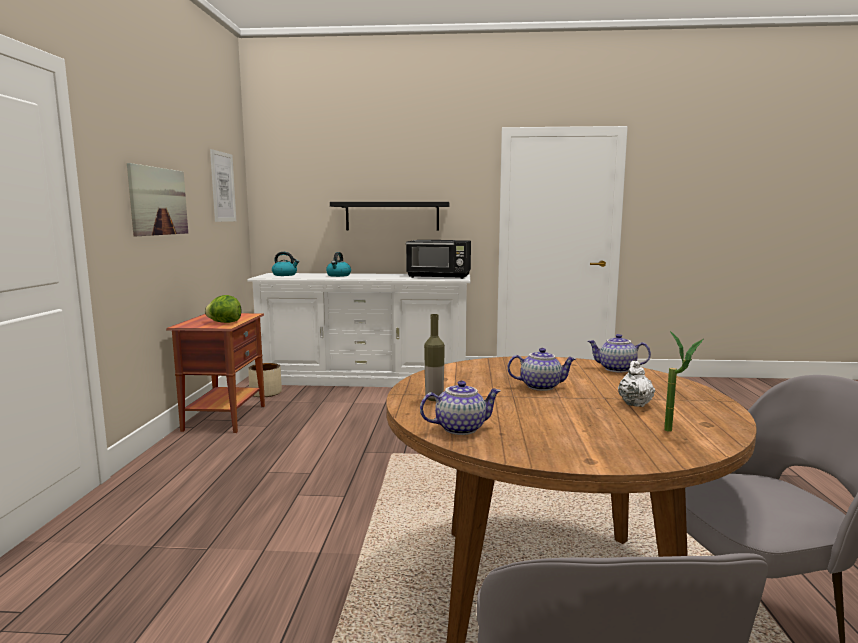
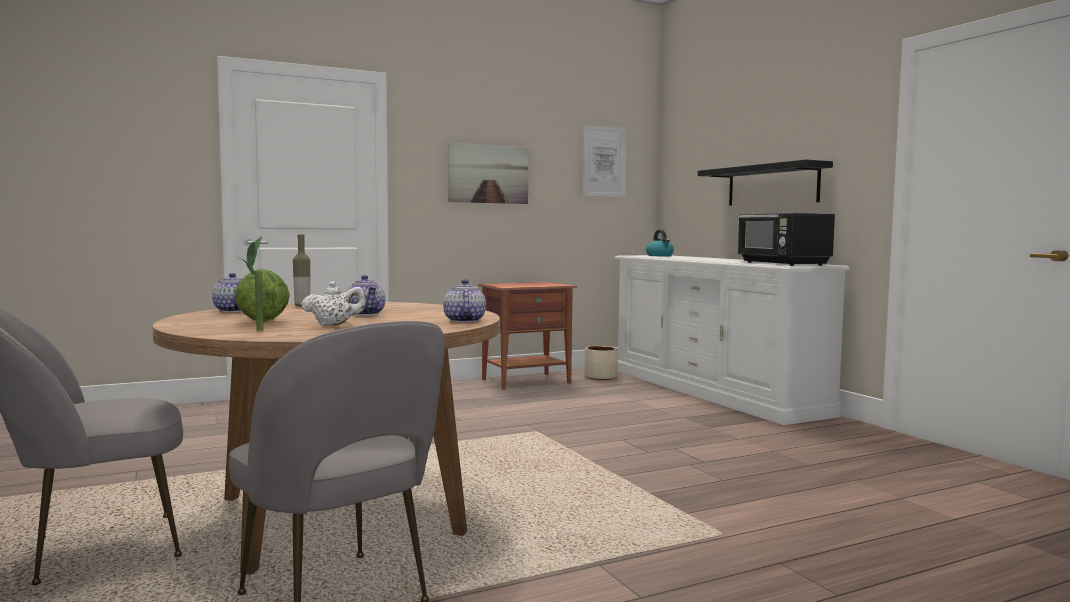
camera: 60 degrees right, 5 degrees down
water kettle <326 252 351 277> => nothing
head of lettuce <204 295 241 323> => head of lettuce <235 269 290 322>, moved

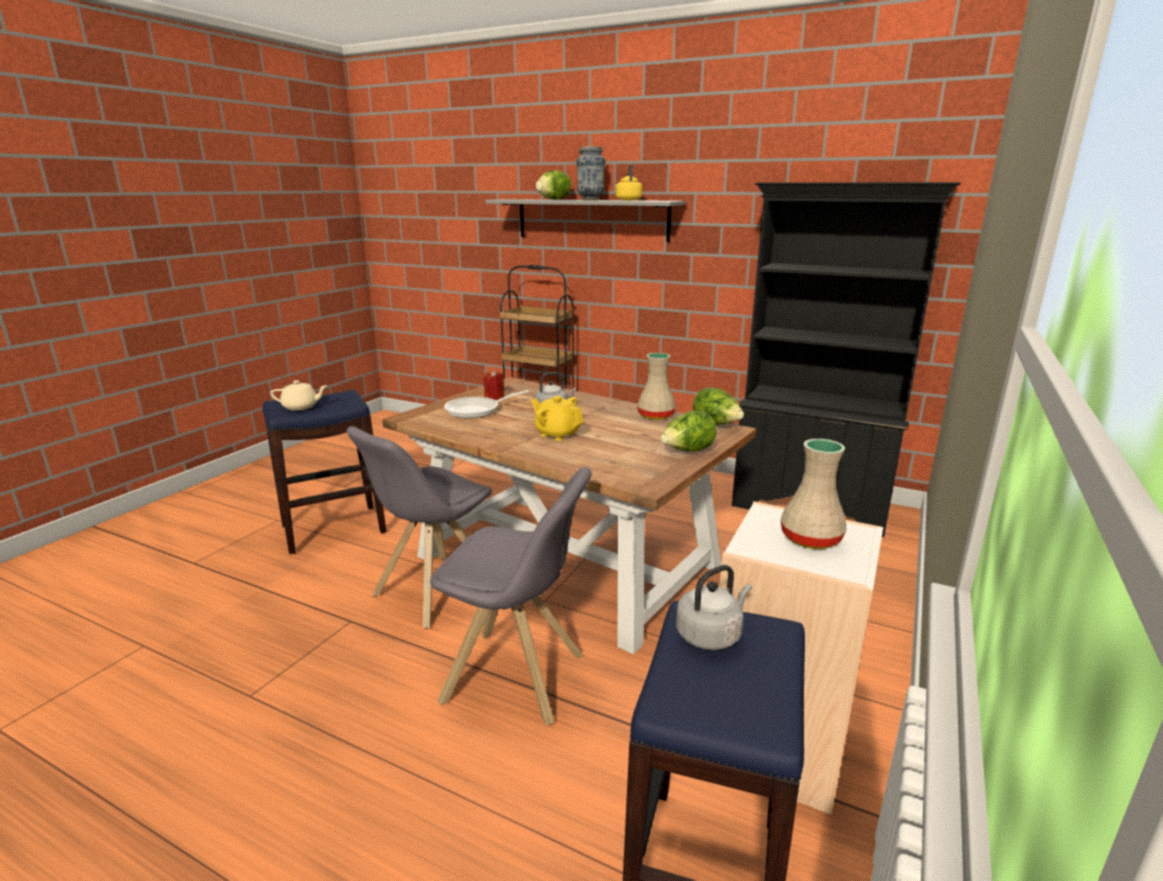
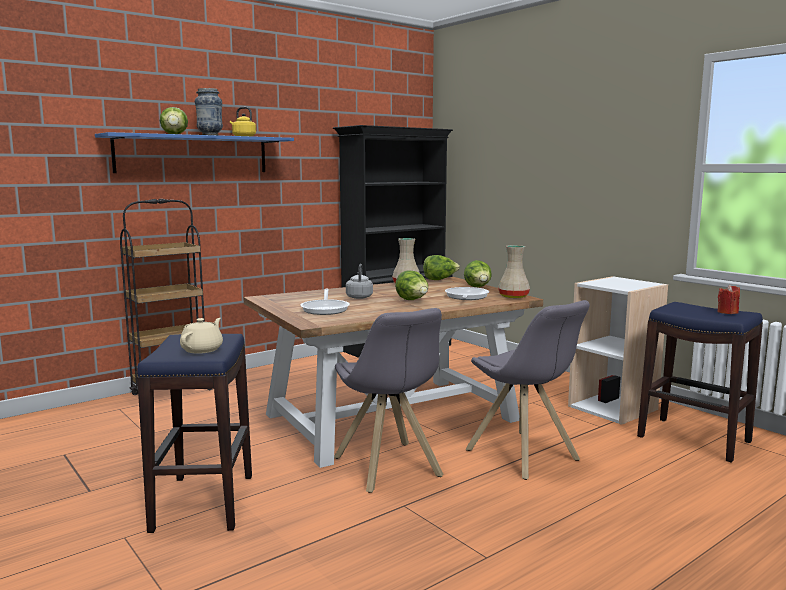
camera: 65 degrees left, 10 degrees down
bracket shelf in grey <485 199 686 242> => bracket shelf in blue <95 132 294 173>
wax candle in reddish <483 370 504 400> => wax candle in reddish <717 285 740 314>, moved
pot for tea in yellow-coloured <531 396 583 441> => head of lettuce <395 270 428 300>
decorative vase in beige-coloured <781 439 846 549> => decorative vase in beige-coloured <498 245 530 298>, moved
upright chair in grey <430 467 591 726> => upright chair in grey <466 300 590 480>, 105 degrees clockwise
water kettle in grey <676 565 752 650> => nothing
nothing => skillet <445 287 489 300>

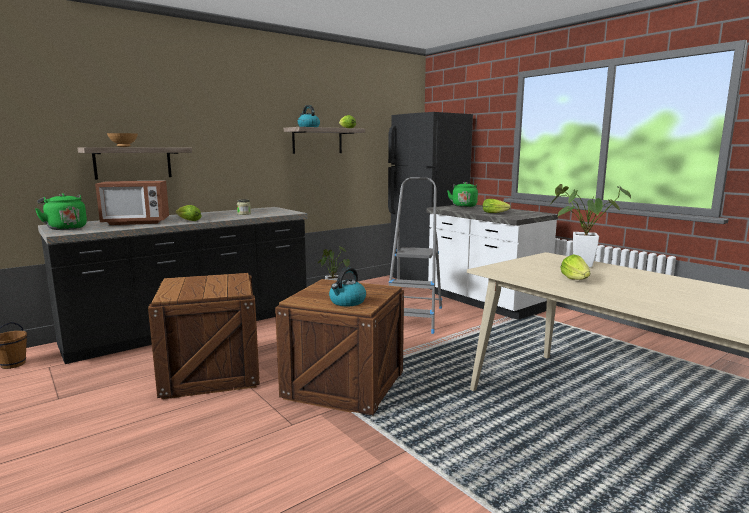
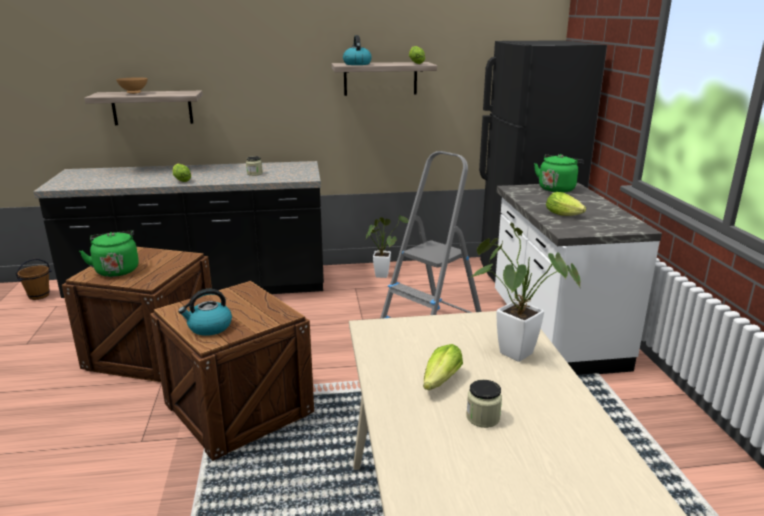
camera: 30 degrees right, 10 degrees up
microwave oven <95 180 169 225> => nothing
water kettle in green-coloured <35 193 87 230> => water kettle in green-coloured <79 230 139 277>, moved
nothing => jar <466 380 502 428>

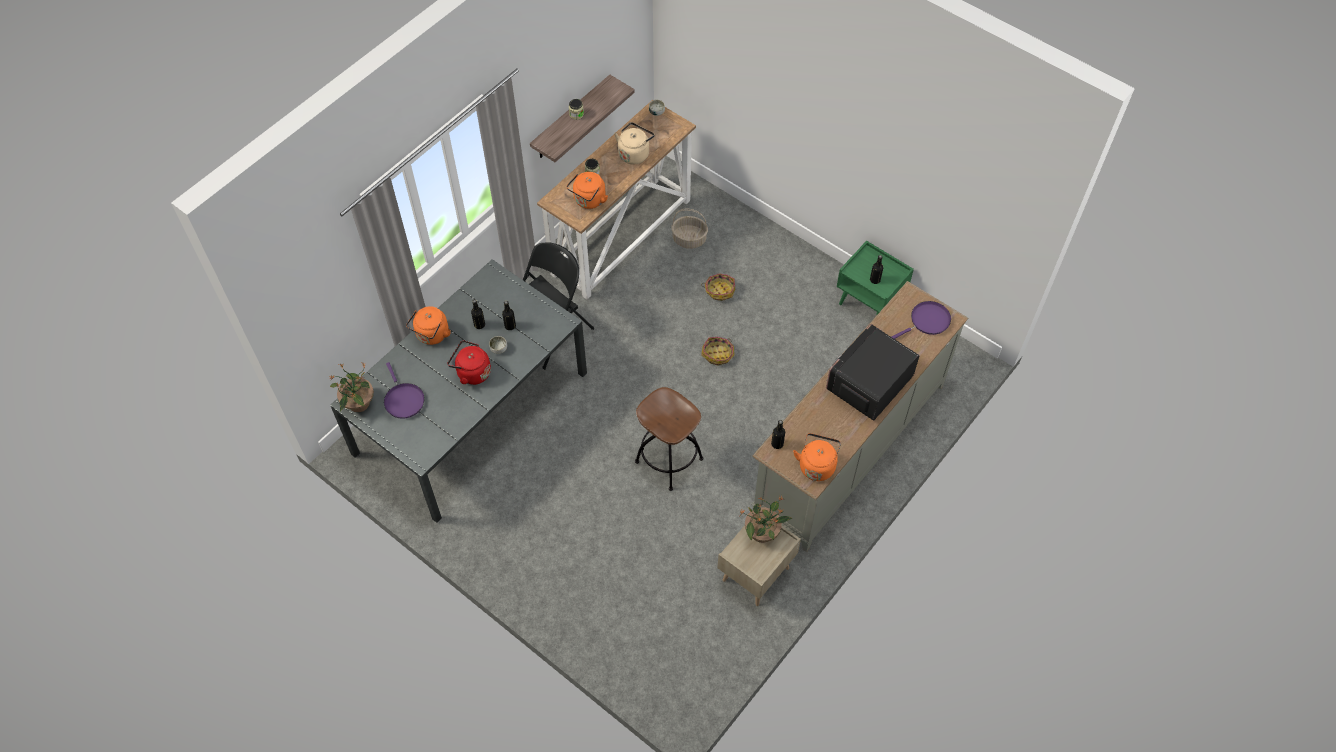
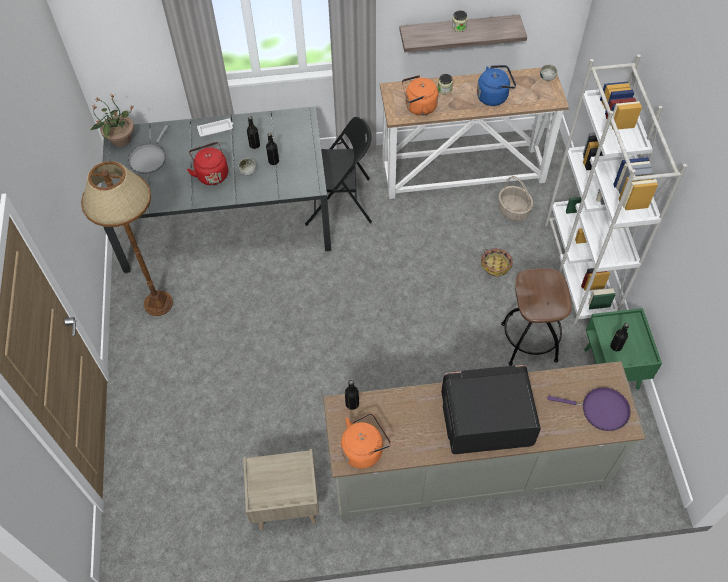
camera: 45 degrees right, 0 degrees up
water kettle in beige-coloured <614 122 655 165> => water kettle in blue <477 65 516 106>
water kettle in orange-coloured <406 306 451 345> => carrying tray in white-coloured <197 119 233 137>
storage basket <701 337 734 366> => nothing
skillet in purple <384 362 425 419> => skillet in grey <128 125 168 174>
stool in brown <635 387 703 491> => stool in brown <501 268 572 366>, moved
plant in a pot <739 495 792 543> => nothing
nothing => shelving unit in white-coloured <545 54 687 325>
nothing => standing lamp in brown <81 161 173 316>

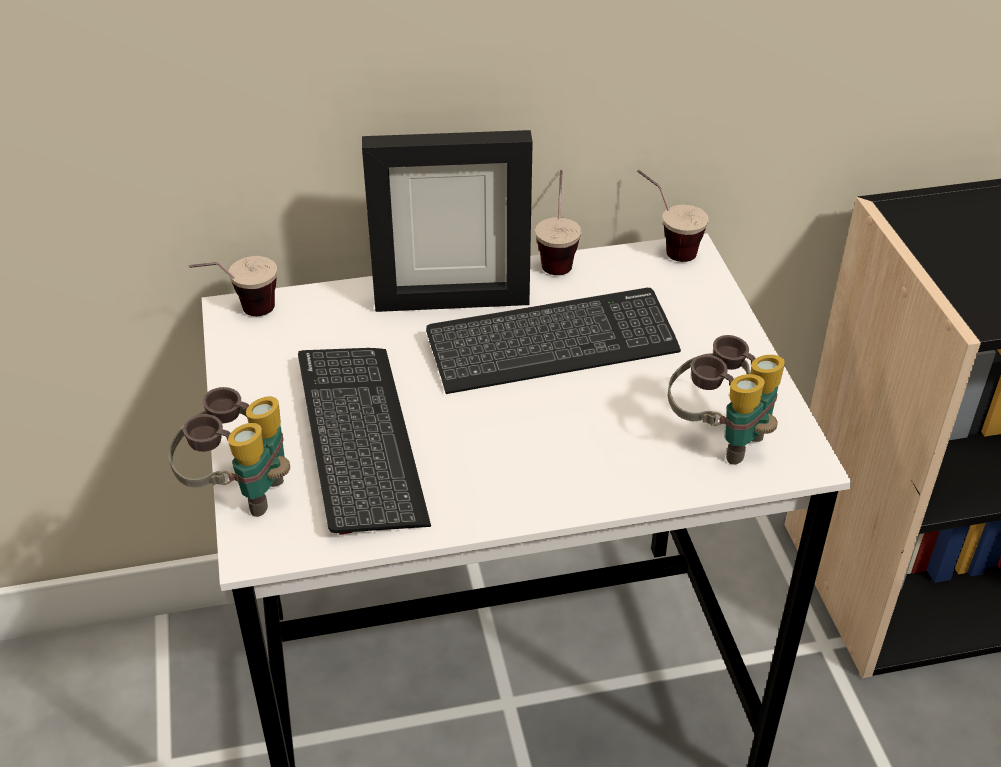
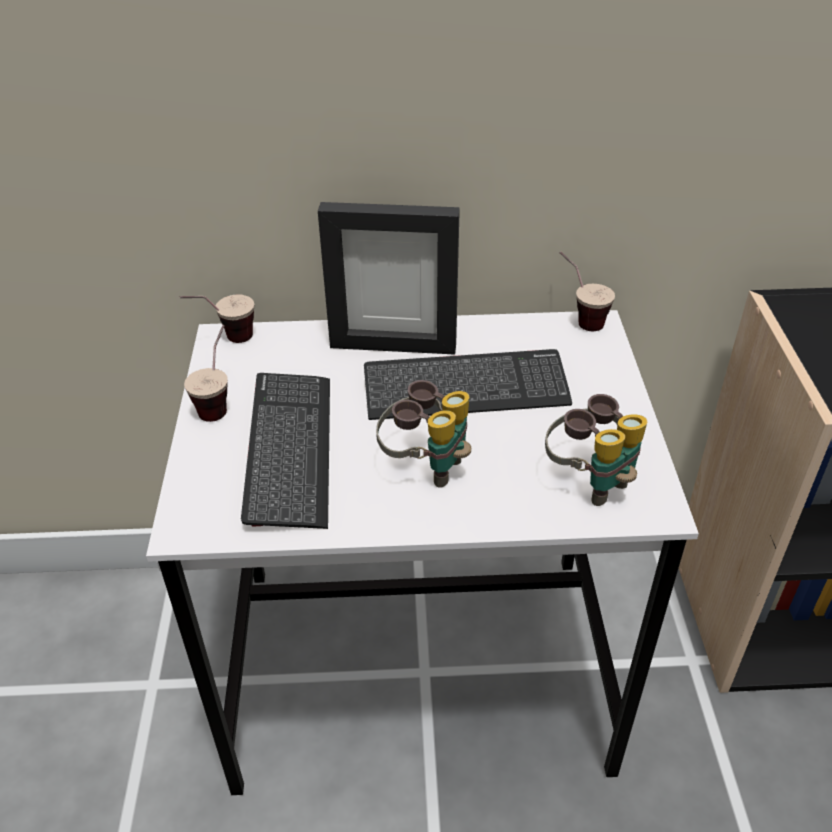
camera: 10 degrees right, 0 degrees up
drinking cup <535 170 581 275> => drinking cup <184 325 228 422>, moved
pair of binoculars <169 387 290 517> => pair of binoculars <376 380 471 488>, moved

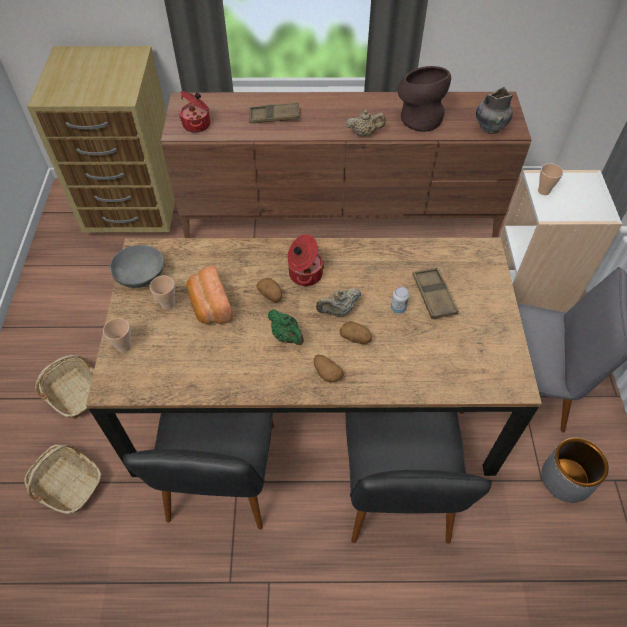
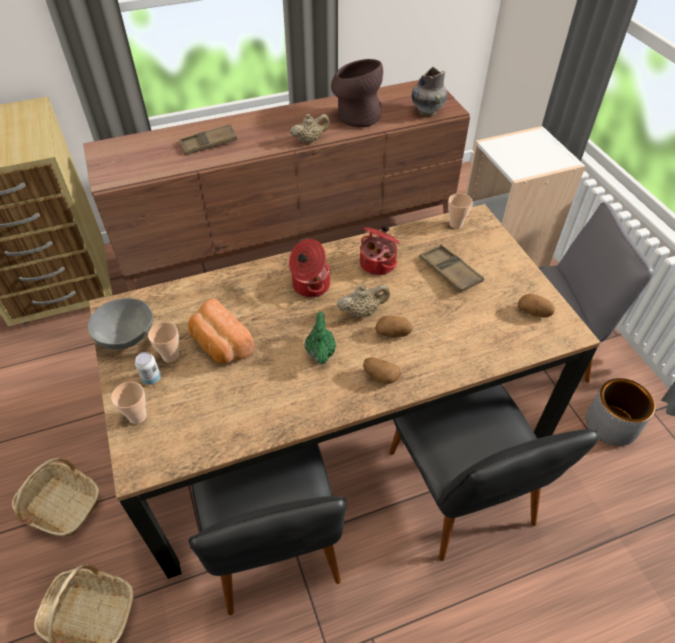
camera: 20 degrees left, 5 degrees down
saucepot <179 91 210 133> => saucepot <360 225 401 275>, moved
drinking cup <538 163 563 195> => drinking cup <448 193 473 229>, moved
spud <256 278 282 302> => spud <518 294 555 318>, moved
metal can <391 287 409 314> => metal can <135 352 161 385>, moved
pot for tea in beige-coloured <316 288 361 316> => pot for tea in beige-coloured <337 284 390 317>, 150 degrees counterclockwise
pot for tea in green-coloured <268 309 304 345> => pot for tea in green-coloured <305 312 336 365>, 120 degrees counterclockwise

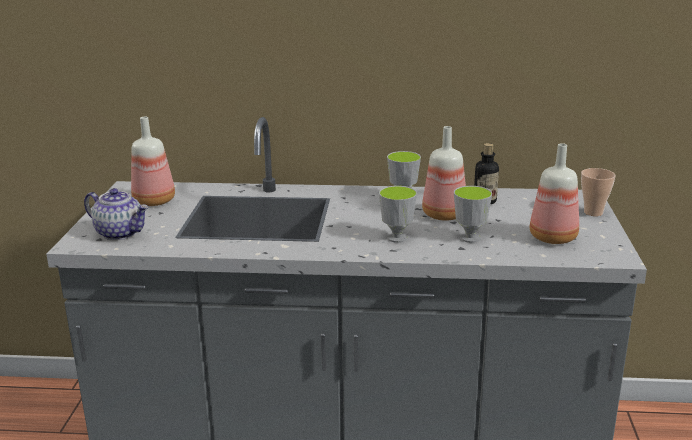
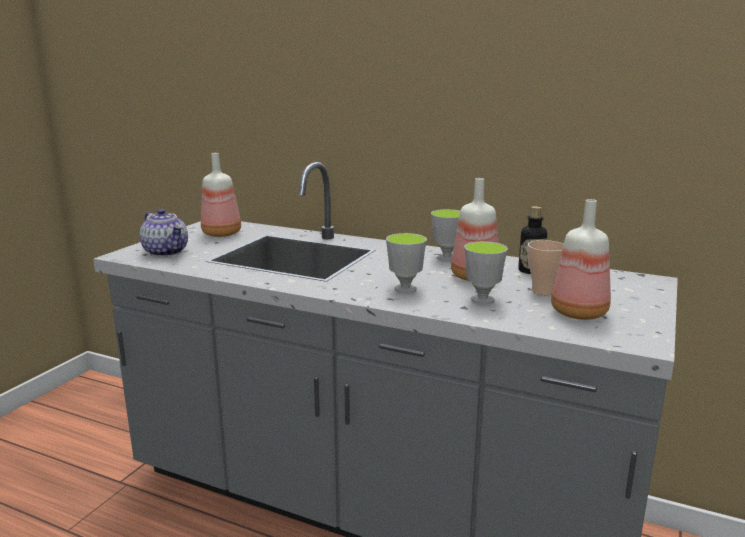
camera: 20 degrees right, 5 degrees down
drinking cup <581 168 615 216> => drinking cup <528 240 564 295>, moved

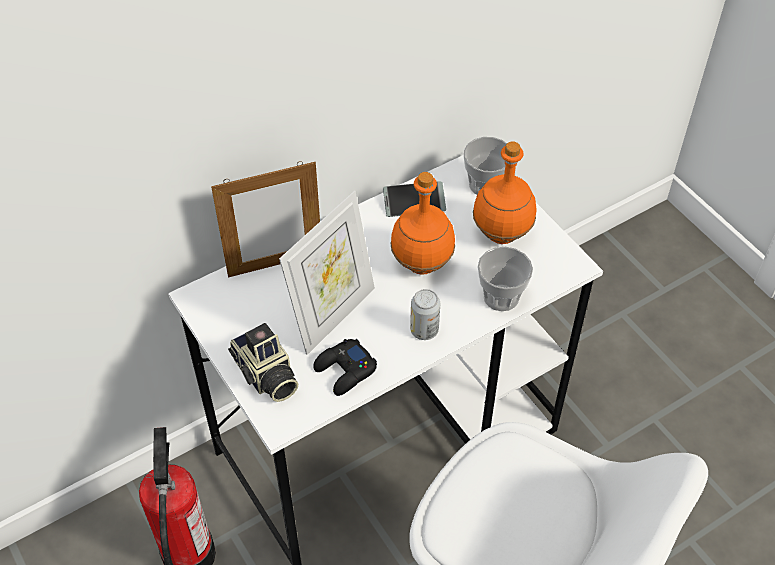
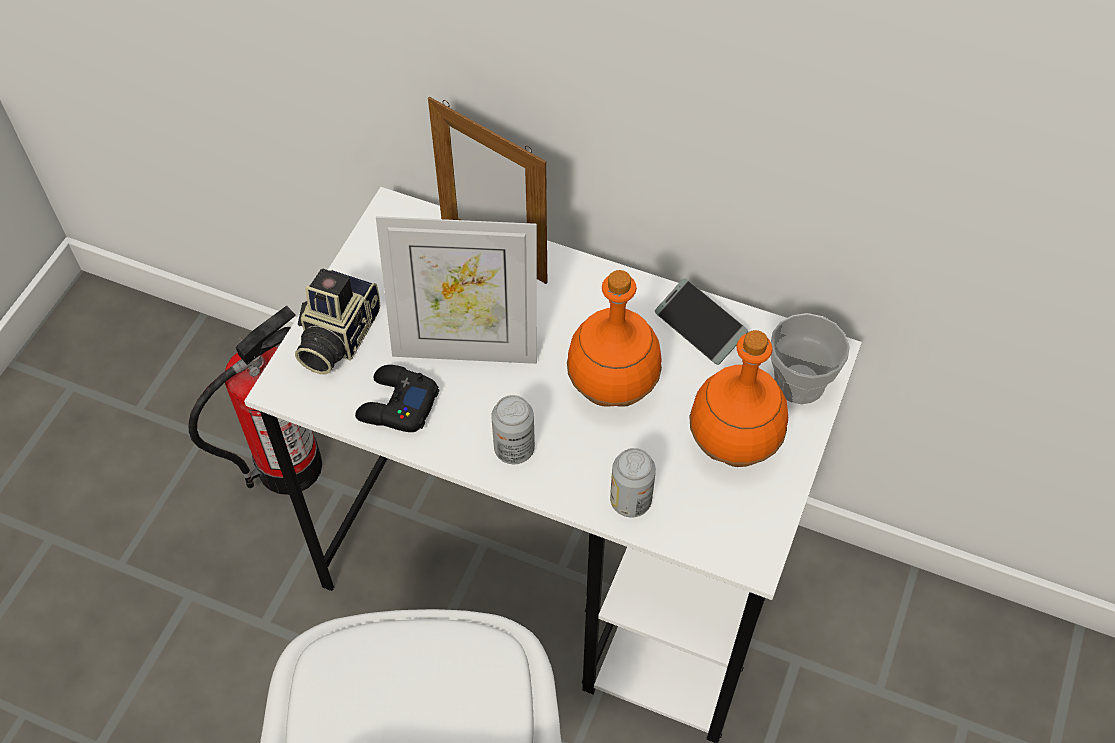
camera: 55 degrees right, 5 degrees up
drinking cup <478 247 533 311> => metal can <610 448 656 517>

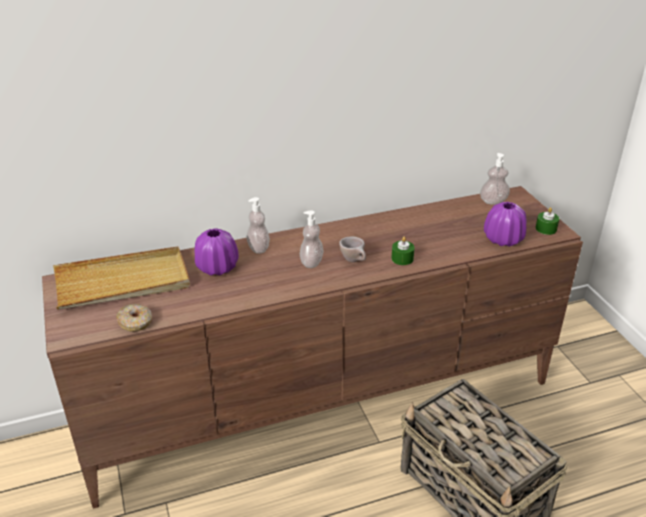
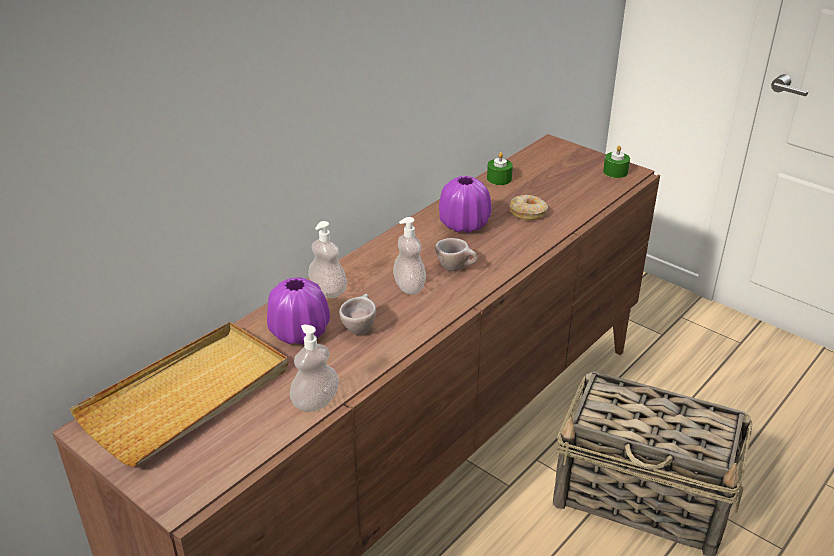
camera: 30 degrees left, 0 degrees up
liquid soap bottle <480 153 510 205> => liquid soap bottle <290 325 339 412>, moved
decorative vase in purple <484 202 526 247> => decorative vase in purple <439 176 491 233>, moved
wax candle in green-coloured <391 237 415 265> => wax candle in green-coloured <487 152 513 185>, moved
ring doughnut <116 304 152 332> => ring doughnut <509 195 548 220>, moved
nothing => drinking cup in beige-coloured <339 294 376 335>

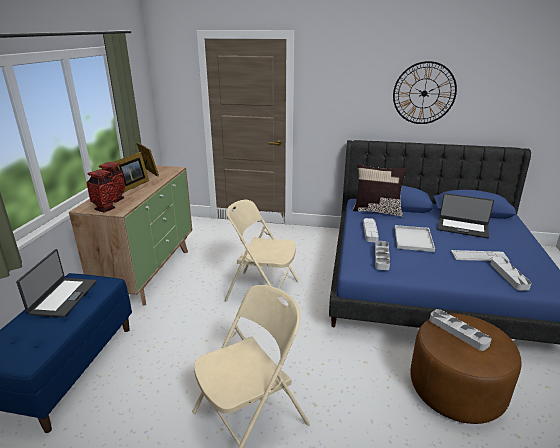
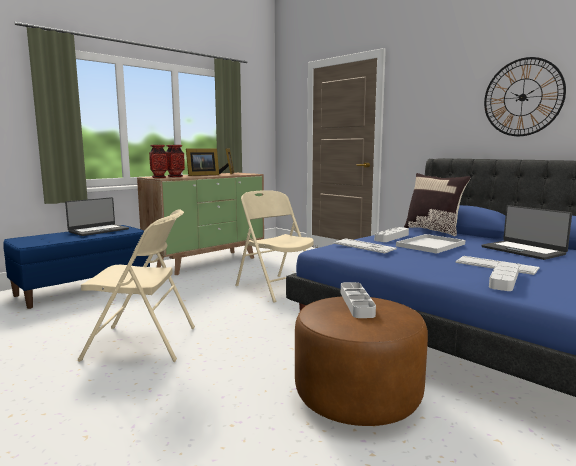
camera: 35 degrees right, 15 degrees down
carrying tray in grey <375 241 390 270> => keyboard <333 238 397 254>

